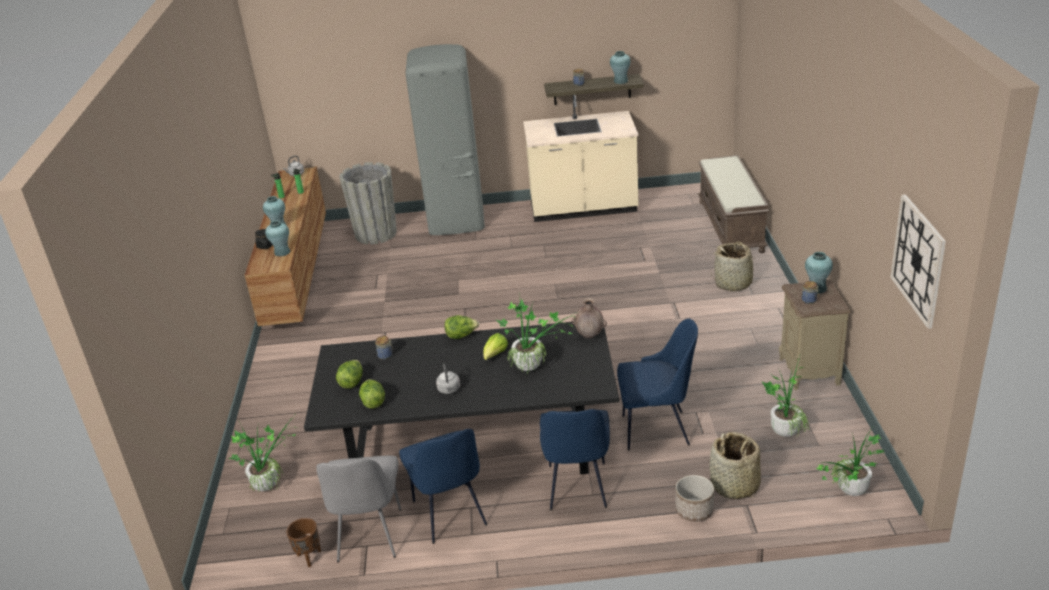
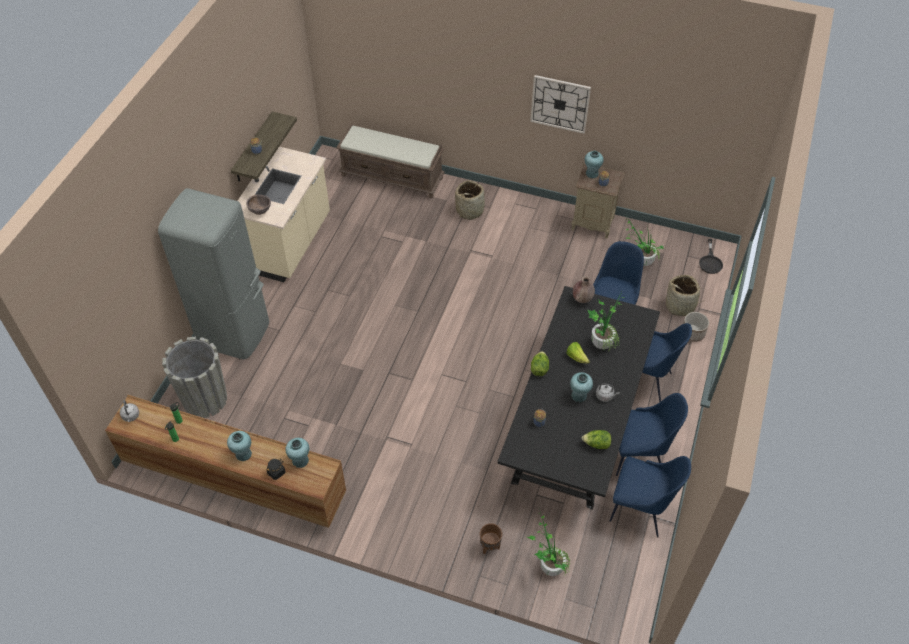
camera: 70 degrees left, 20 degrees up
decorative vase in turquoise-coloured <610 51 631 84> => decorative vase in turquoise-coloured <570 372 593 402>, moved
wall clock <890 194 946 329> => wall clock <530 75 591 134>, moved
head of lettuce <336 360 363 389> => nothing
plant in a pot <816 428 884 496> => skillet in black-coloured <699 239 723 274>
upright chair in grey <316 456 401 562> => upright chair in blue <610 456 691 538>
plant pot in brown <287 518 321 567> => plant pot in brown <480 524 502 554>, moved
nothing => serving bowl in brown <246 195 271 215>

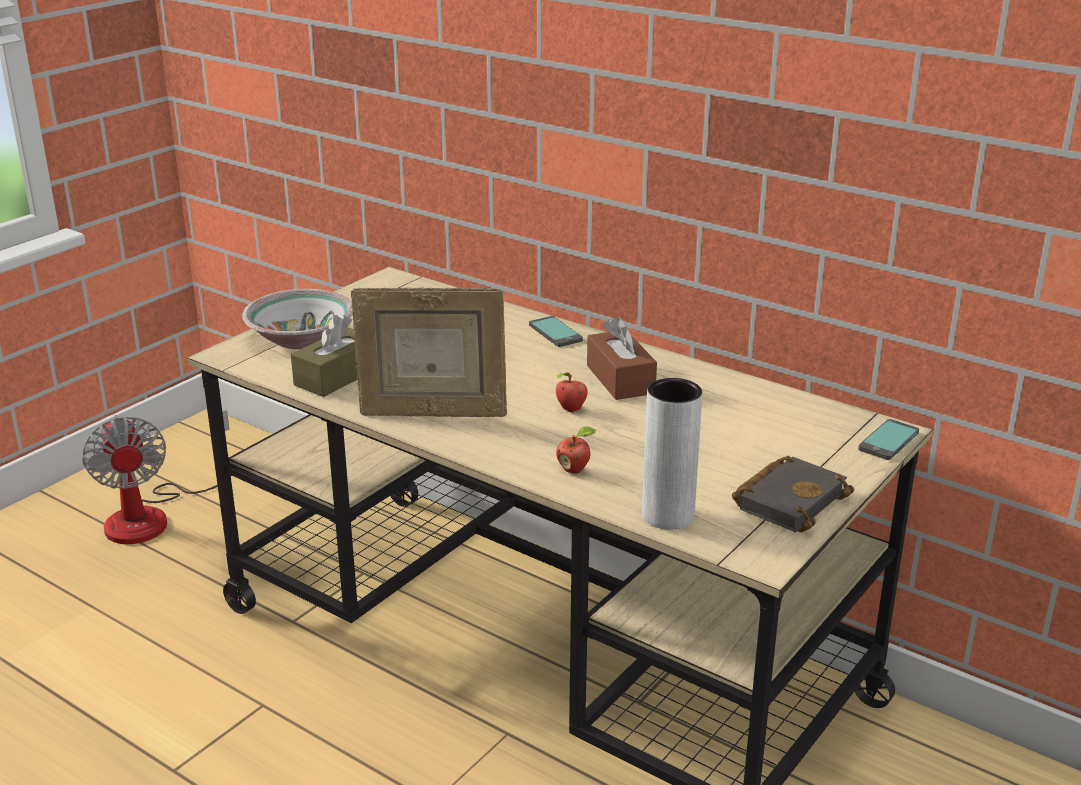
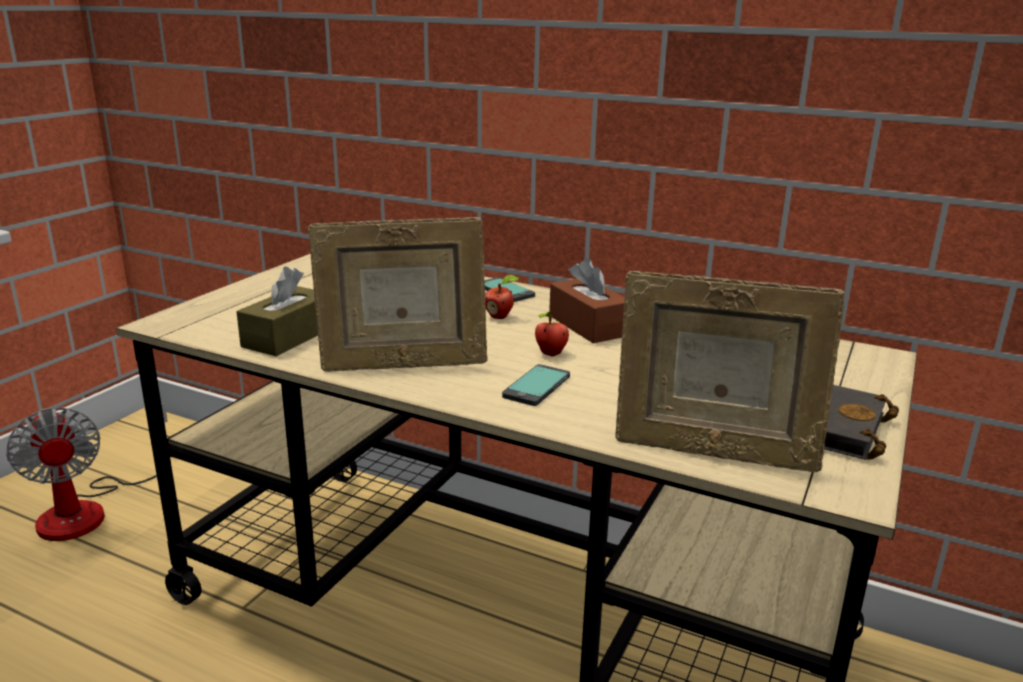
camera: 10 degrees left, 5 degrees down
serving bowl <242 289 353 349> => nothing
decorative vase in grey <642 378 703 530> => standing frame <615 271 846 472>
phone <858 419 919 460> => phone <502 364 570 406>, moved
apple <556 426 597 474> => apple <485 275 519 319>, moved

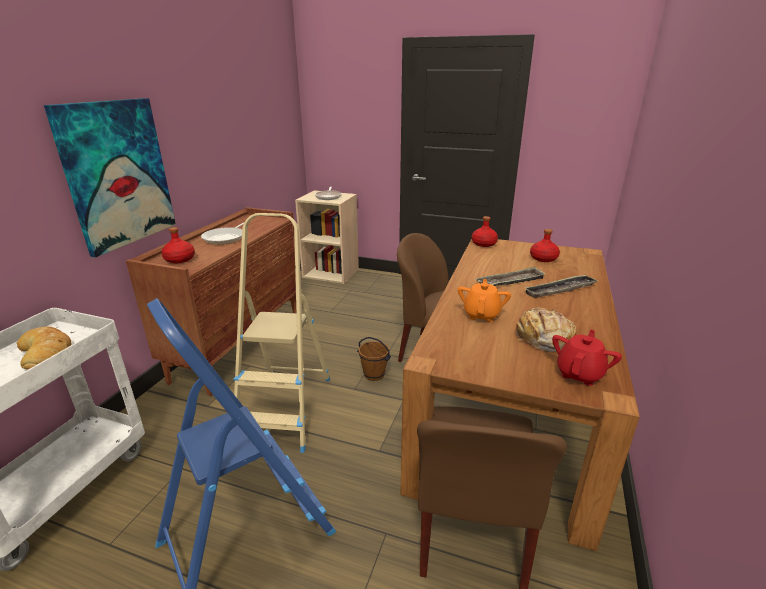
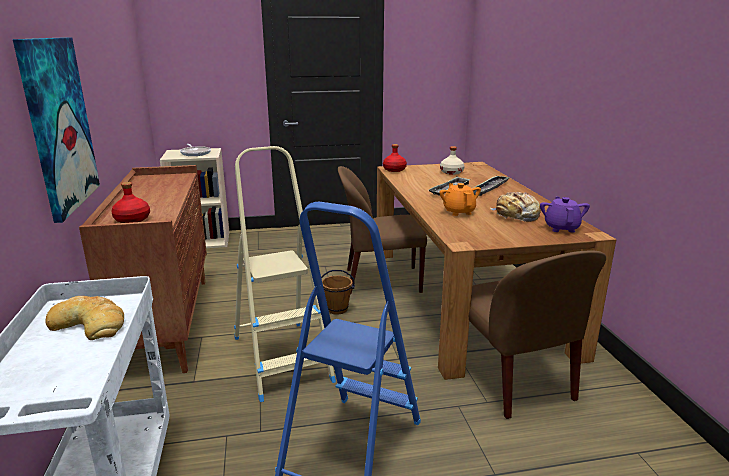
camera: 30 degrees left, 5 degrees down
skillet <201 222 244 245> => nothing
bottle in reddish <530 229 560 262> => bottle in beige-coloured <440 146 464 175>
pot for tea in reddish <552 329 622 386> => pot for tea in purple <540 196 590 233>

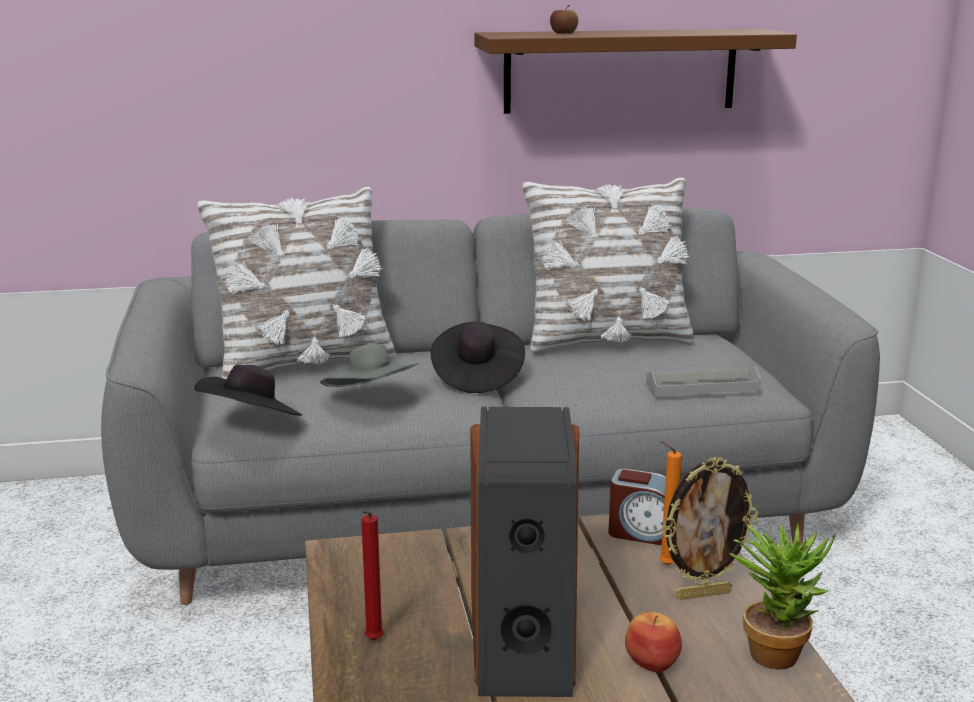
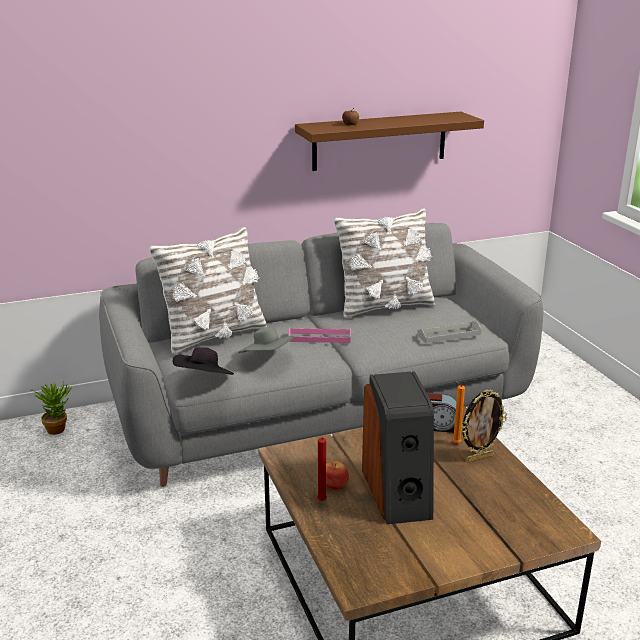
camera: 10 degrees left, 5 degrees up
clothing hat in black-coloured <431 321 525 393> => carrying tray in pinkish <289 328 351 343>
plant in a pot <729 523 836 669> => plant in a pot <30 381 72 435>, moved
apple <625 612 682 672> => apple <326 461 349 490>, moved

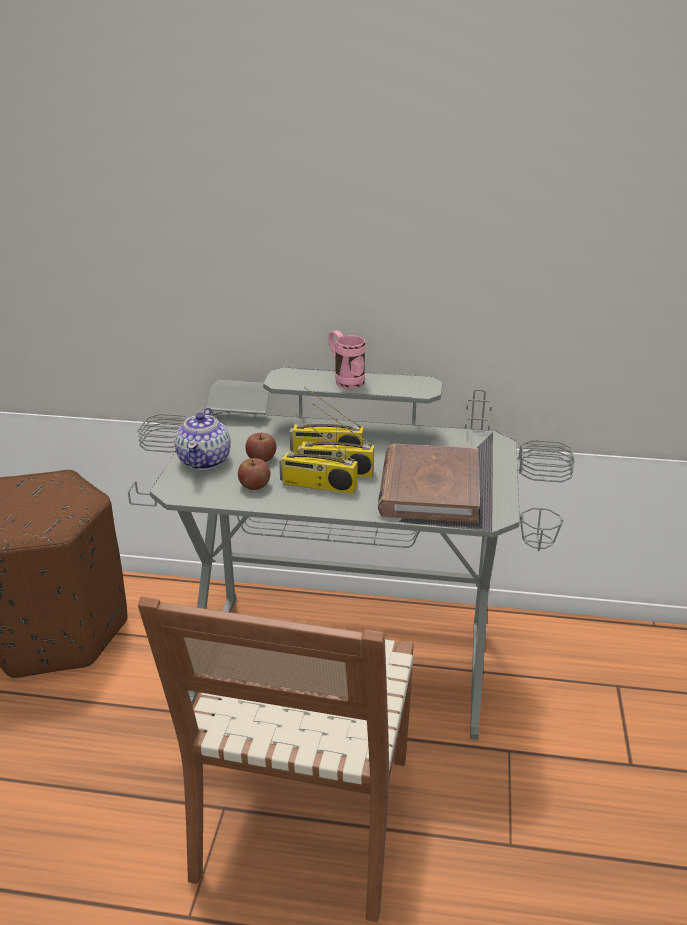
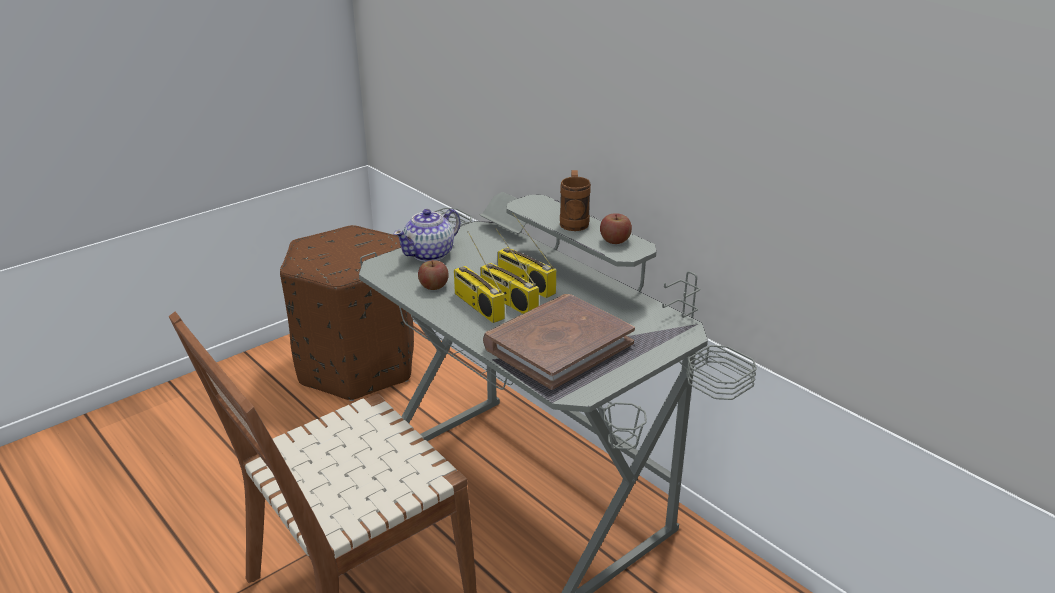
camera: 40 degrees right, 0 degrees up
tea mug in pinkish <328 330 365 389> => tea mug in brown <560 170 591 231>
apple <245 433 276 462> => apple <600 213 632 244>, moved

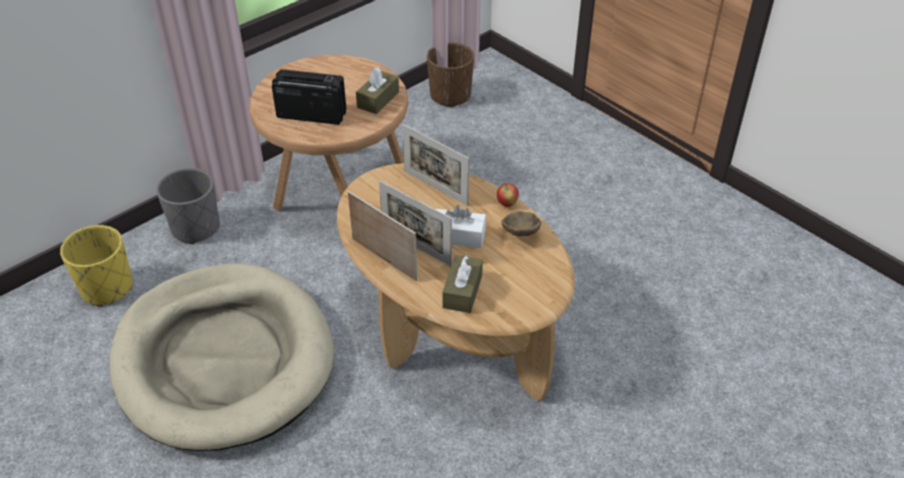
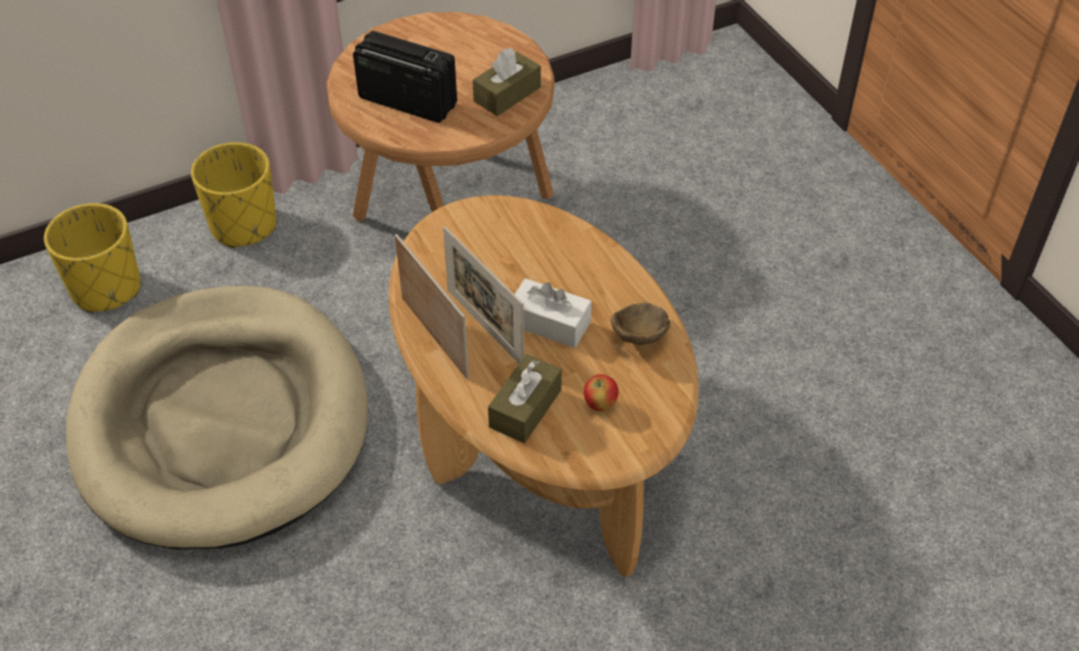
camera: 15 degrees right, 5 degrees up
plant pot in brown <427 42 474 108> => nothing
standing frame <402 124 469 206> => nothing
plant pot in grey <156 168 220 244> => plant pot in yellow-coloured <191 142 276 248>
apple <497 183 519 207> => apple <584 374 619 411>, moved

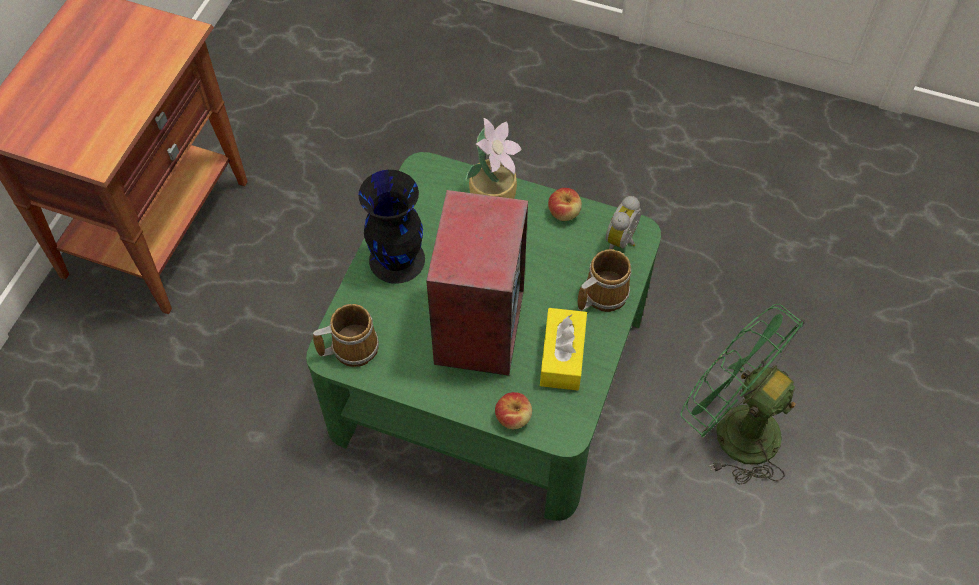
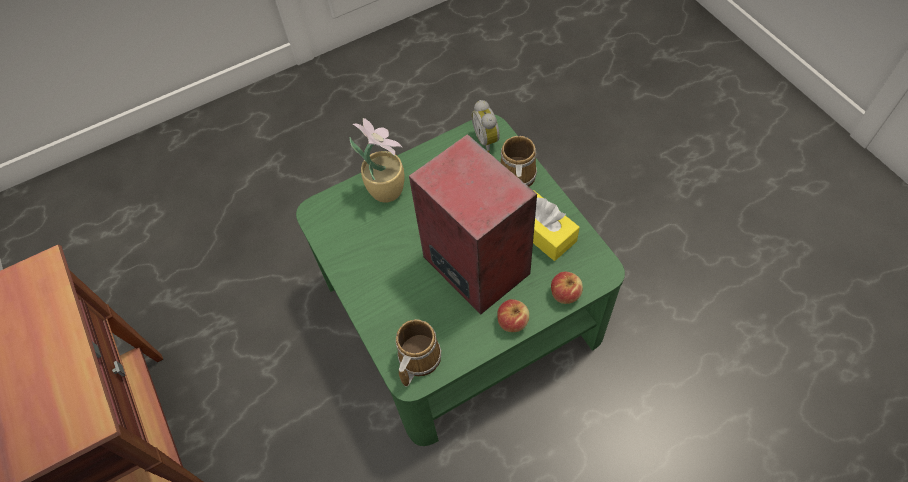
camera: 45 degrees left, 0 degrees up
decorative vase in black-coloured <358 170 425 284> => nothing
apple <548 188 582 221> => apple <497 299 529 332>, moved
fan in green-coloured <681 304 806 485> => nothing

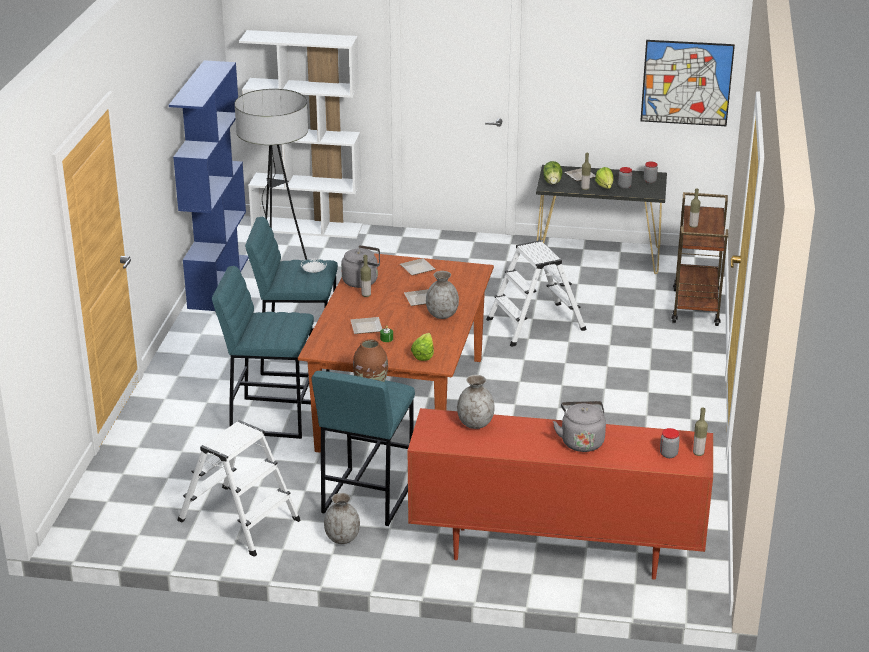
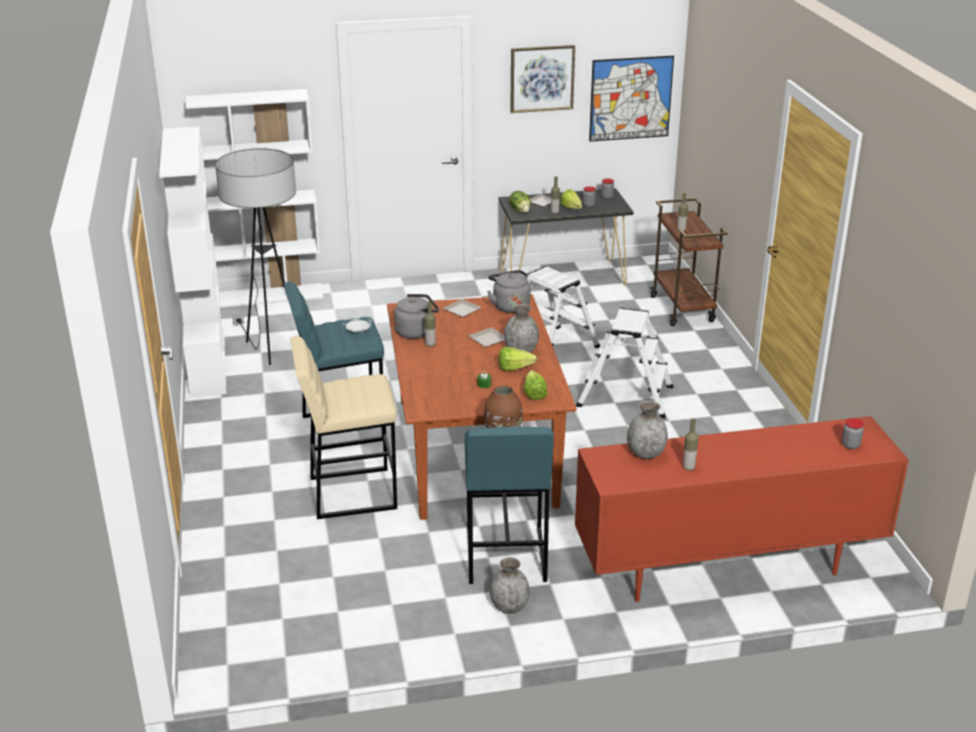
camera: 20 degrees left, 0 degrees up
shelving unit in blue <169 60 249 311> => shelving unit in white-coloured <159 126 226 398>
stool in turquoise-coloured <212 266 314 439> => stool in beige-coloured <290 336 397 519>
dinner plate <351 317 382 334> => nothing
water kettle in grey <553 401 606 452> => water kettle in grey <487 270 531 313>, moved
bottle <693 408 708 456> => bottle <683 419 698 471>, moved
stepladder in white-coloured <177 420 300 557> => stepladder in white-coloured <576 307 674 419>, moved
nothing => picture <510 45 575 113>
nothing => head of lettuce <499 347 537 371>

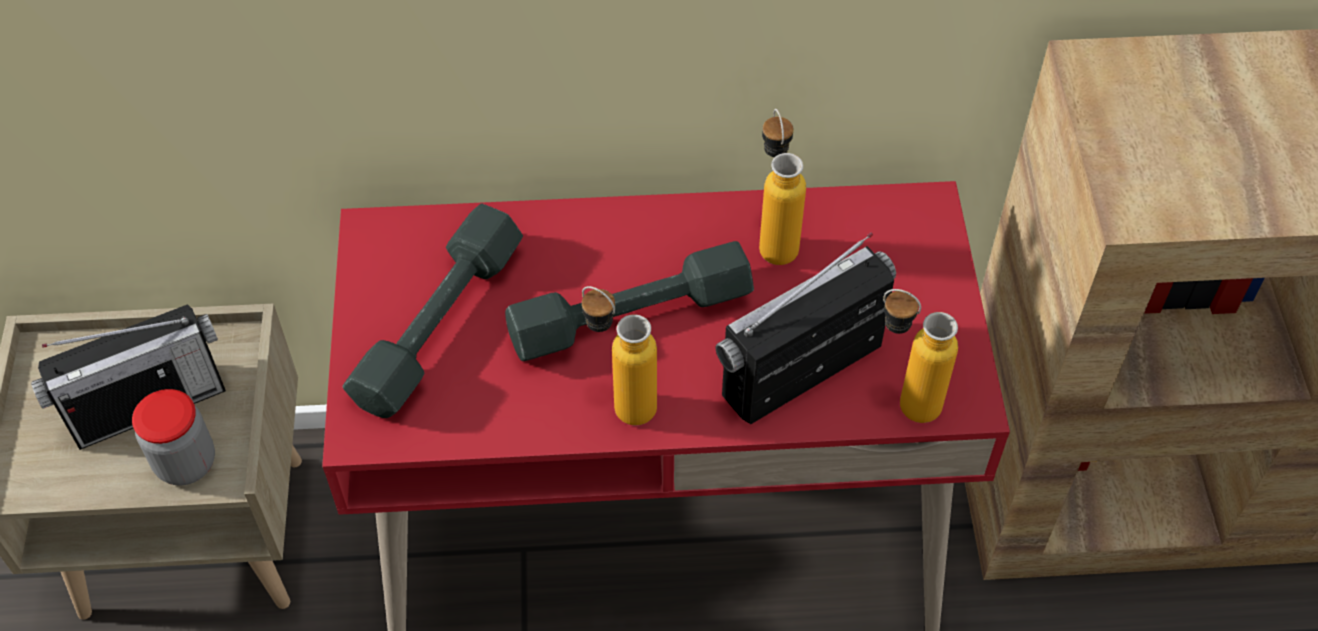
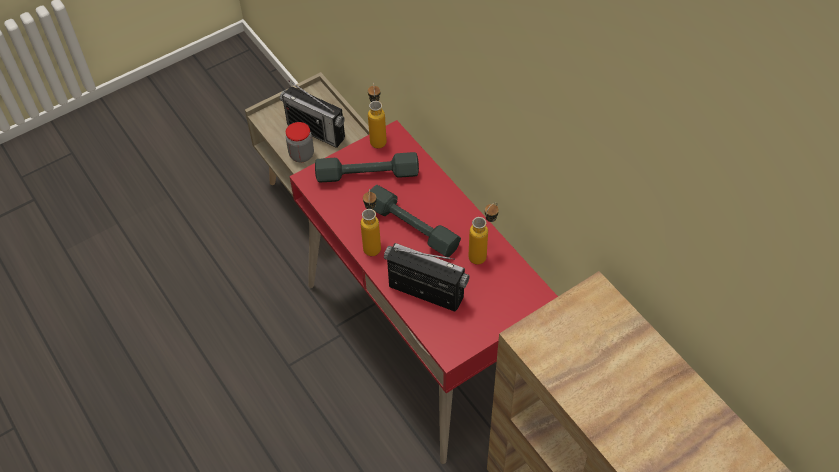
camera: 60 degrees right, 0 degrees up
bottle <883 289 958 423> => bottle <368 83 387 149>, moved

